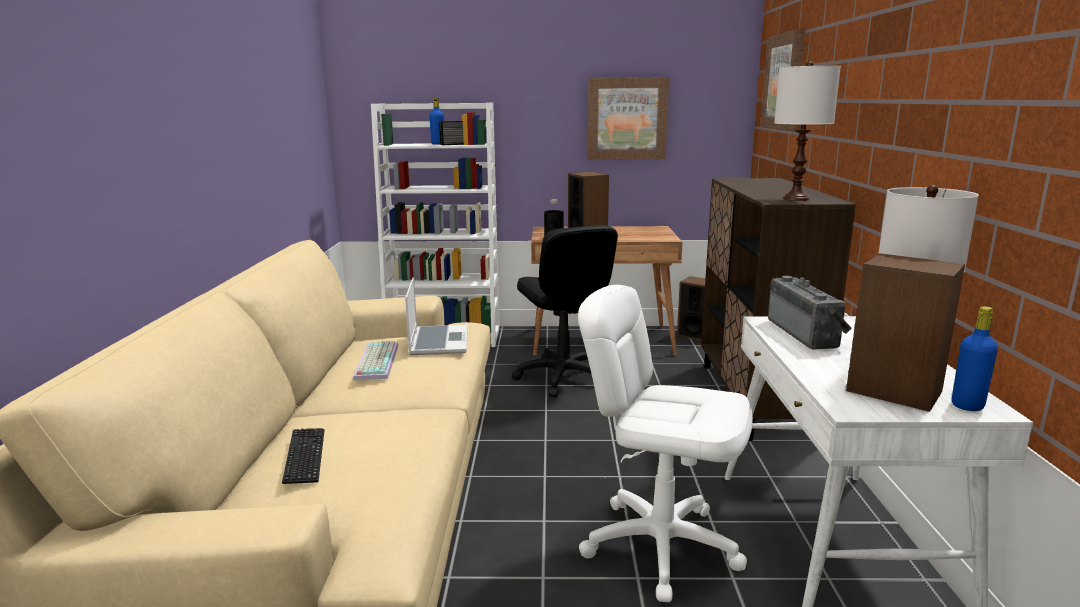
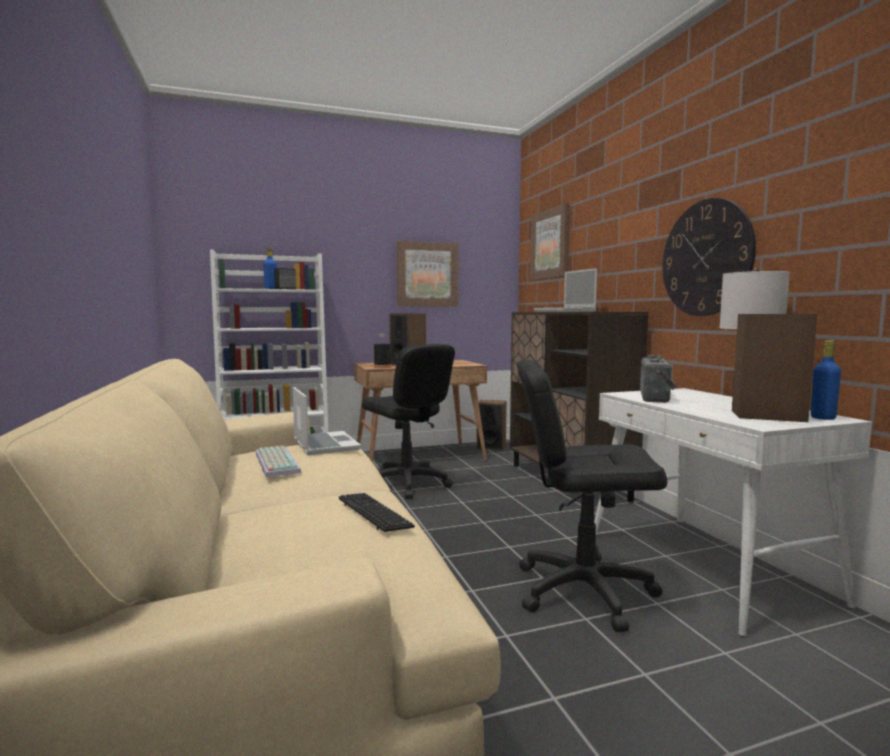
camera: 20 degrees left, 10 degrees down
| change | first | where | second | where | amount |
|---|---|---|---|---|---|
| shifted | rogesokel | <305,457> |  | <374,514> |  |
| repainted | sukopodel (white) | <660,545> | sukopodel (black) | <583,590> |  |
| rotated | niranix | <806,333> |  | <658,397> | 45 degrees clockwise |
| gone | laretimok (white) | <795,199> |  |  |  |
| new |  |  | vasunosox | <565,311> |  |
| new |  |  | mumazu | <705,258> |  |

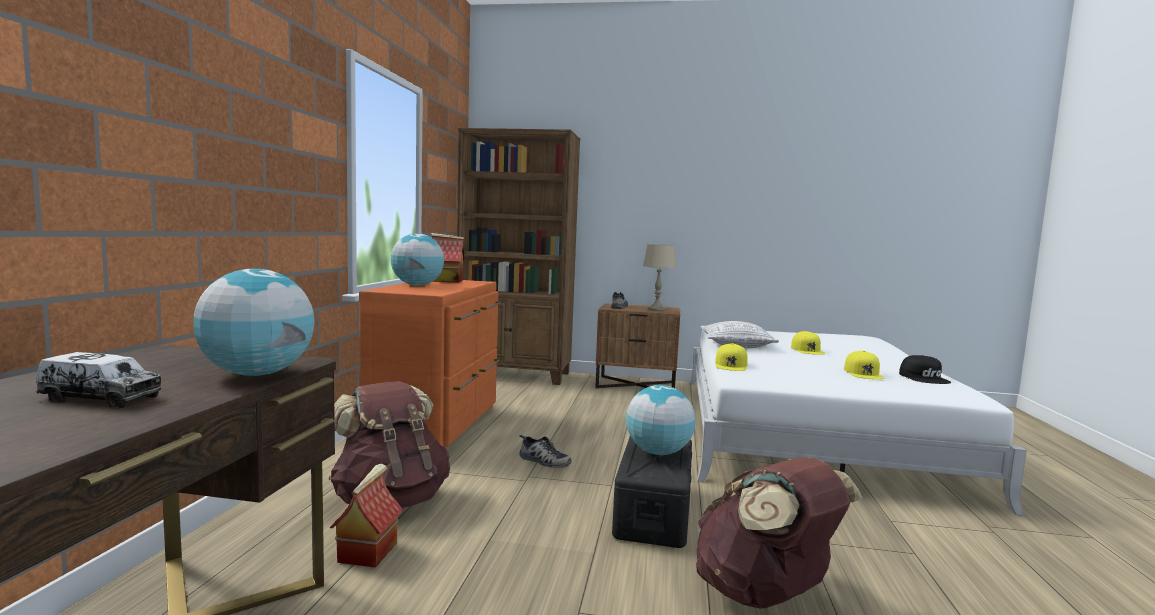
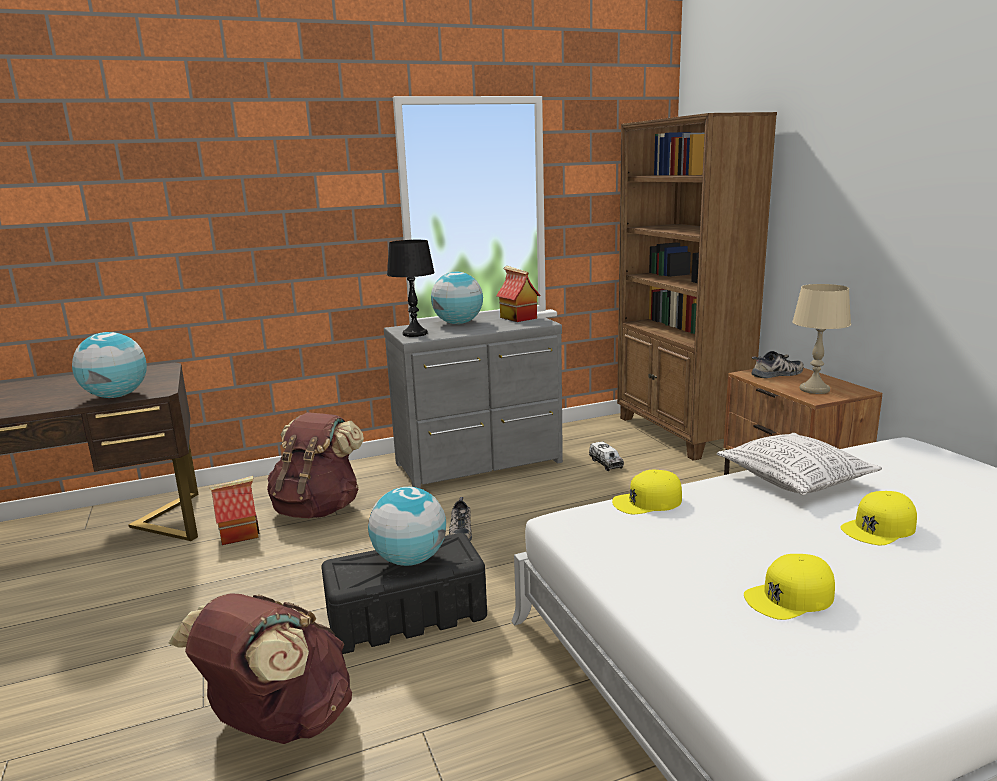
camera: 60 degrees right, 10 degrees up
| change | first | where | second | where | amount |
|---|---|---|---|---|---|
| shifted | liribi | <101,398> |  | <606,463> |  |
| repainted | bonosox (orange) | <439,425> | bonosox (grey) | <481,464> |  |
| gone | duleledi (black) | <924,378> |  |  |  |
| new |  |  | laretimok (black) | <414,334> |  |

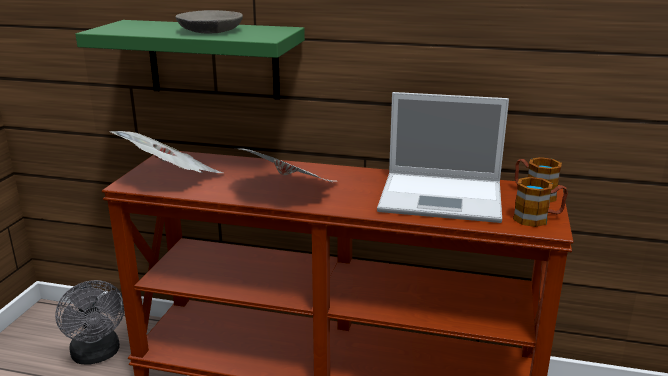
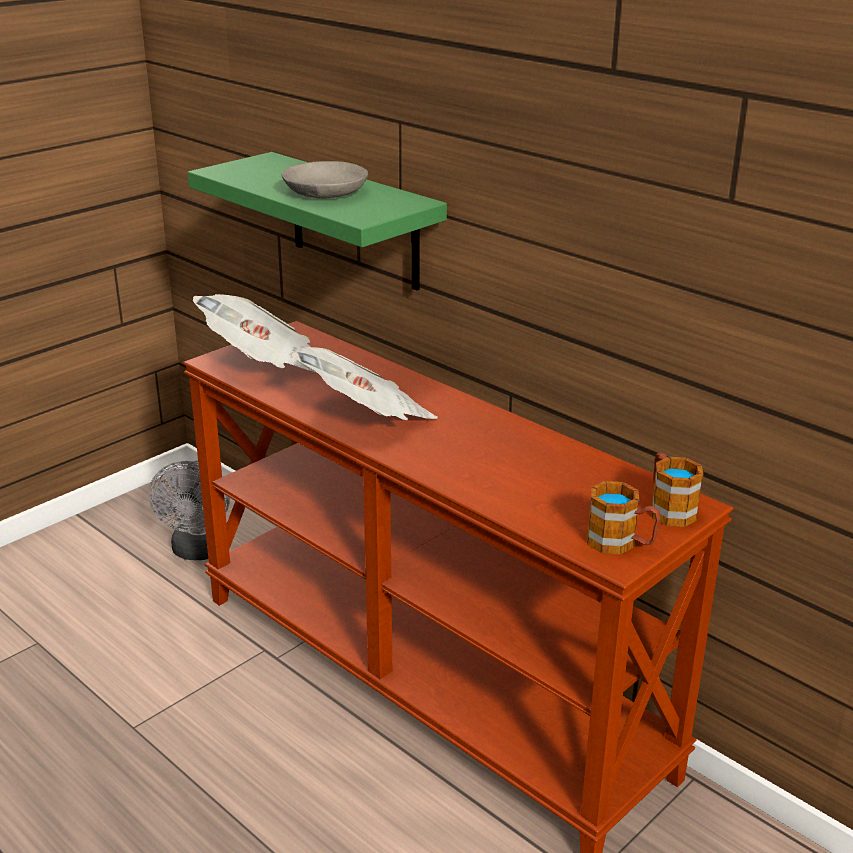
camera: 30 degrees right, 5 degrees up
| change | first | where | second | where | amount |
|---|---|---|---|---|---|
| gone | vasunosox | <443,197> |  |  |  |

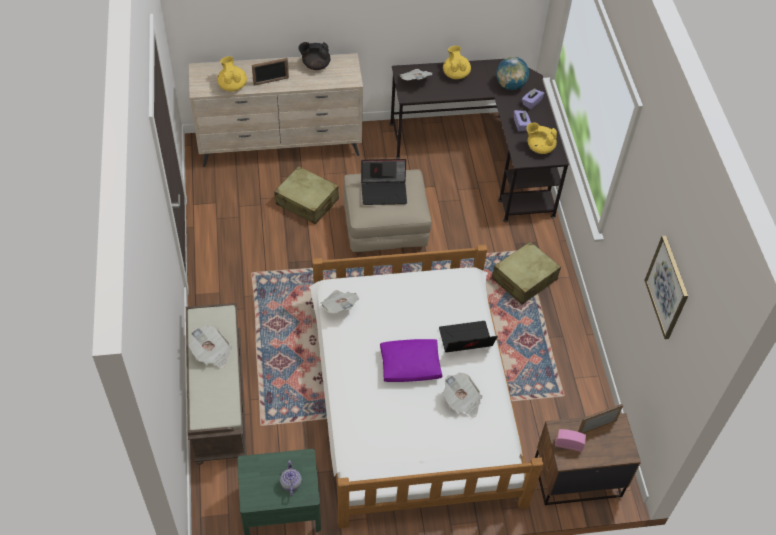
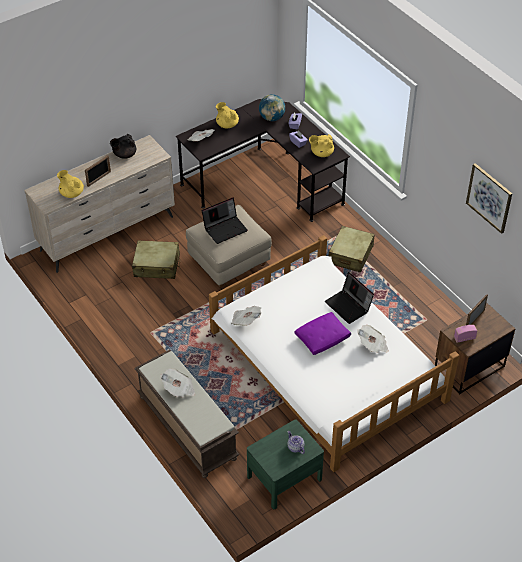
camera: 25 degrees left, 5 degrees down
| change | first | where | second | where | amount |
|---|---|---|---|---|---|
| rotated | vasunosox | <465,341> |  | <349,306> | 90 degrees counterclockwise |

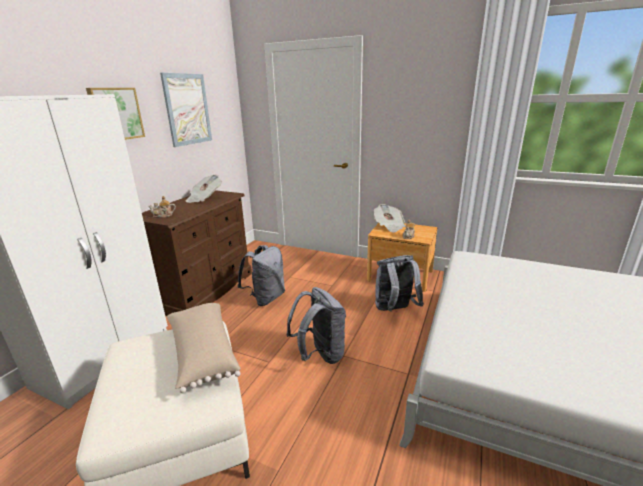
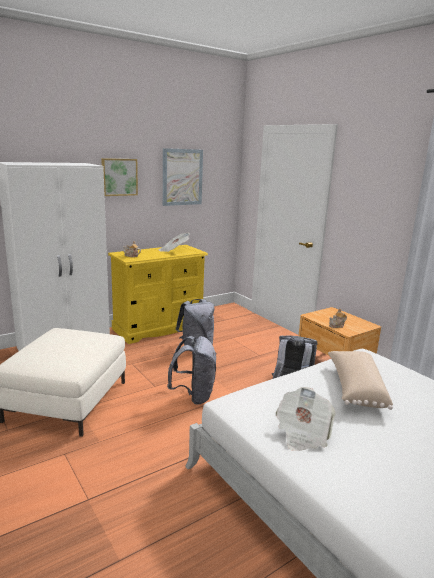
camera: 30 degrees right, 5 degrees down
| change | first | where | second | where | amount |
|---|---|---|---|---|---|
| repainted | bonosox (brown) | <205,290> | bonosox (yellow) | <159,327> |  |
| shifted | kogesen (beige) | <202,353> |  | <355,388> |  |
| shifted | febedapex | <389,226> |  | <302,433> |  |

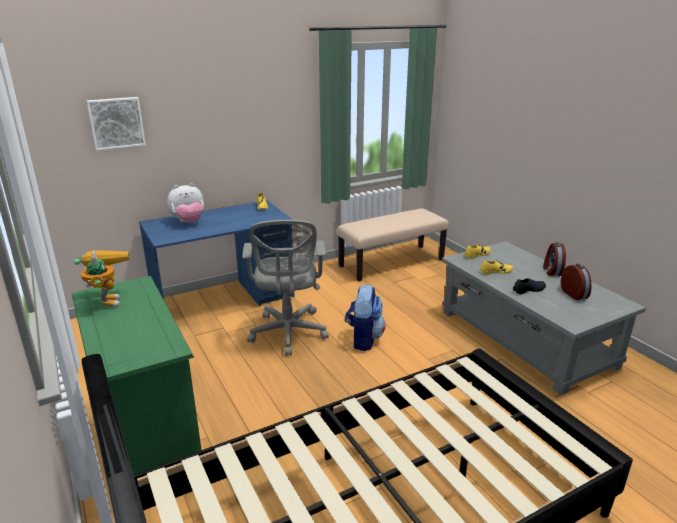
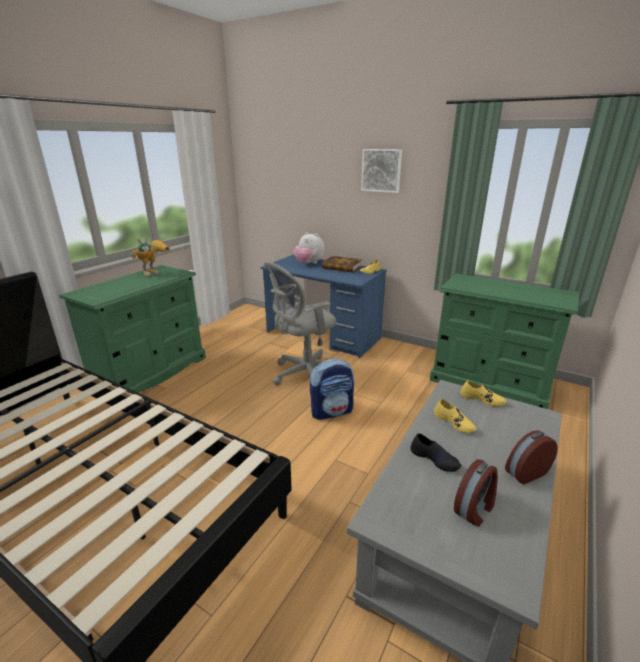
camera: 60 degrees right, 0 degrees up
| change | first | where | second | where | amount |
|---|---|---|---|---|---|
| shifted | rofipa | <116,123> |  | <381,170> |  |
| swapped | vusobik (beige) | <391,263> | bonosox (green) | <489,383> |  |
| new |  |  | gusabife | <341,267> |  |

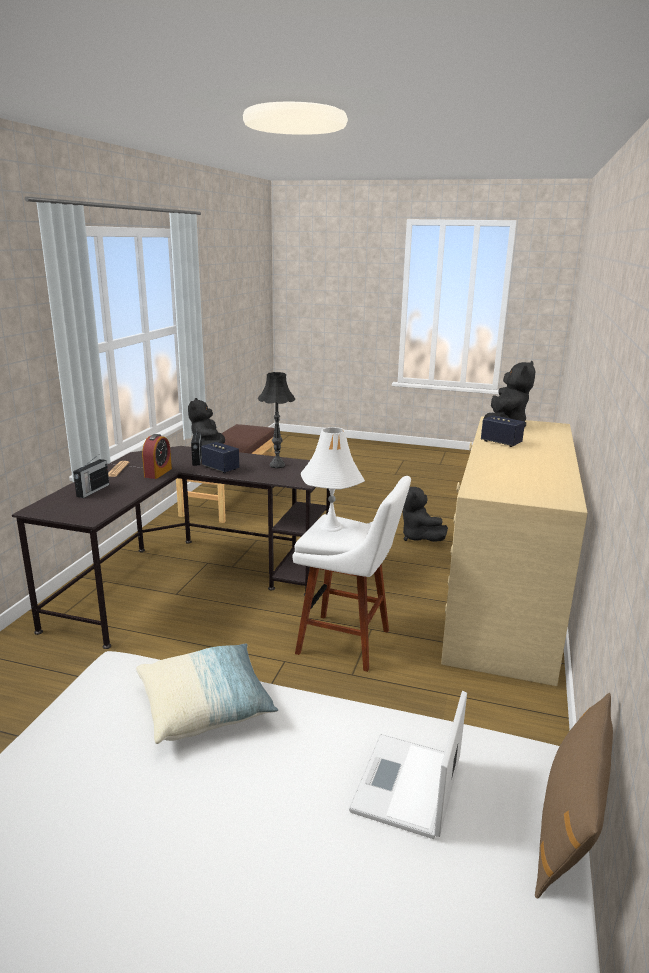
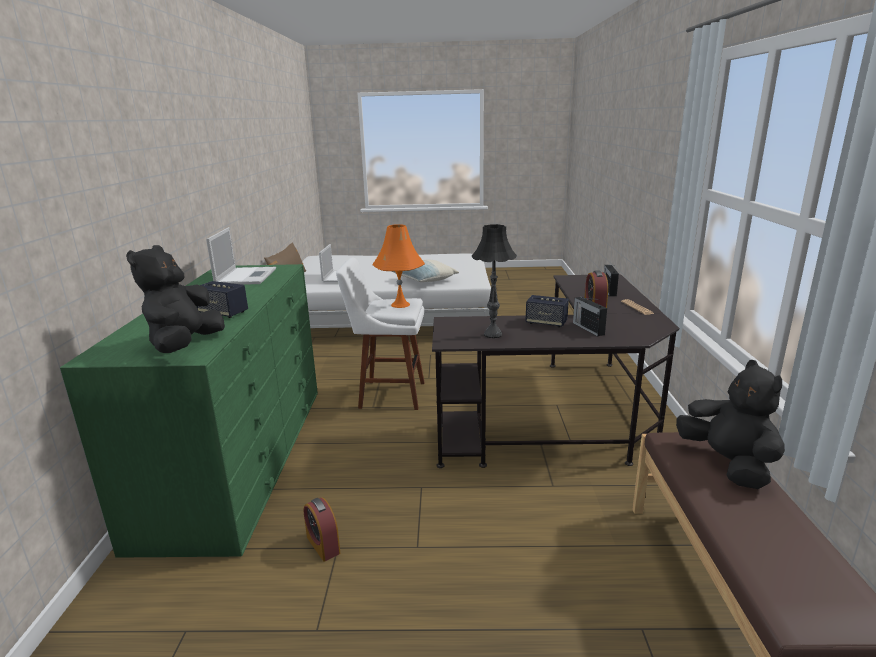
camera: 165 degrees right, 0 degrees up
| change | first | where | second | where | amount |
|---|---|---|---|---|---|
| repainted | laretimok (white) | <331,526> | laretimok (orange) | <400,304> |  |
| swapped | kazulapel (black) | <419,537> | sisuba | <323,545> |  |
| repainted | bonosox (beige) | <503,599> | bonosox (green) | <239,457> |  |
| new |  |  | vasunosox | <246,276> |  |

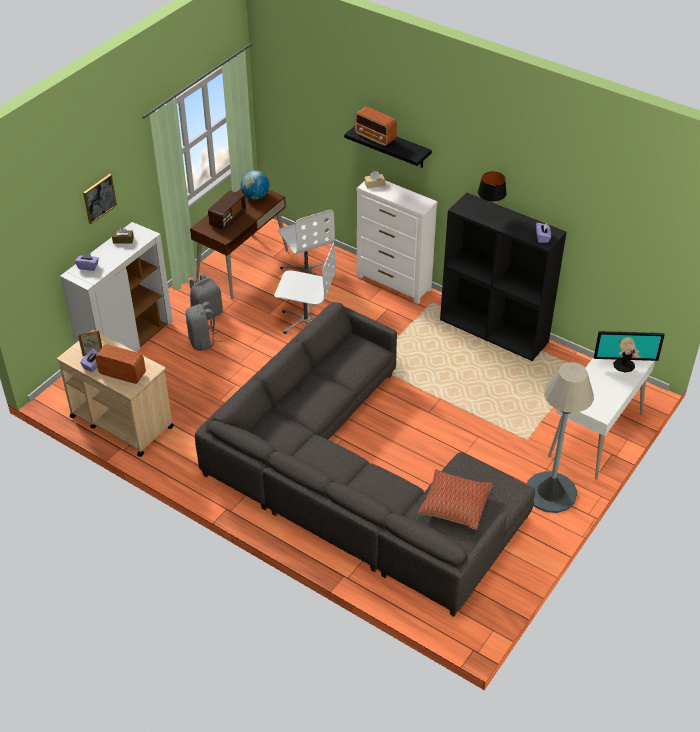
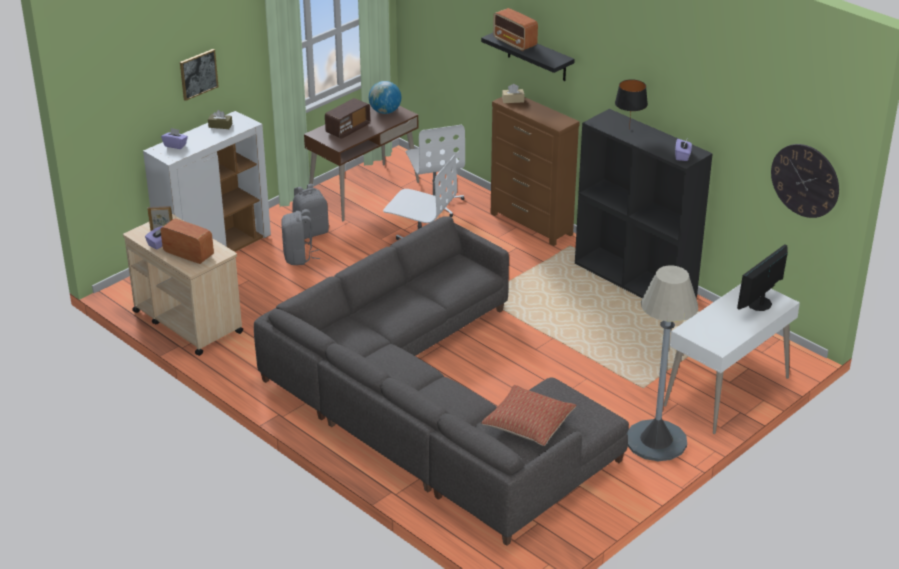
camera: 10 degrees right, 10 degrees down
| change | first | where | second | where | amount |
|---|---|---|---|---|---|
| repainted | bonosox (white) | <394,283> | bonosox (brown) | <531,224> |  |
| rotated | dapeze | <624,365> |  | <760,304> | 120 degrees clockwise |
| new |  |  | mumazu | <805,180> |  |

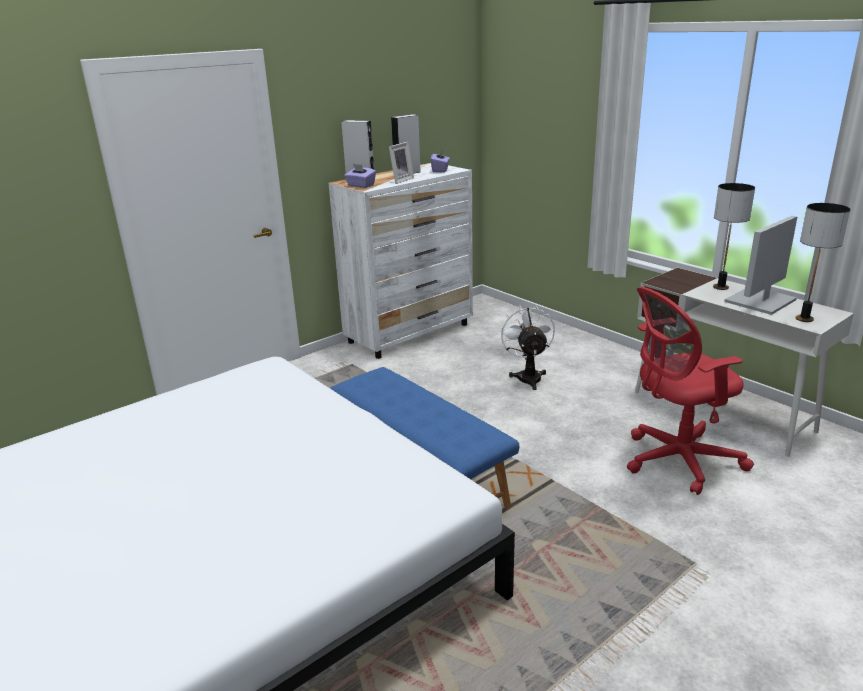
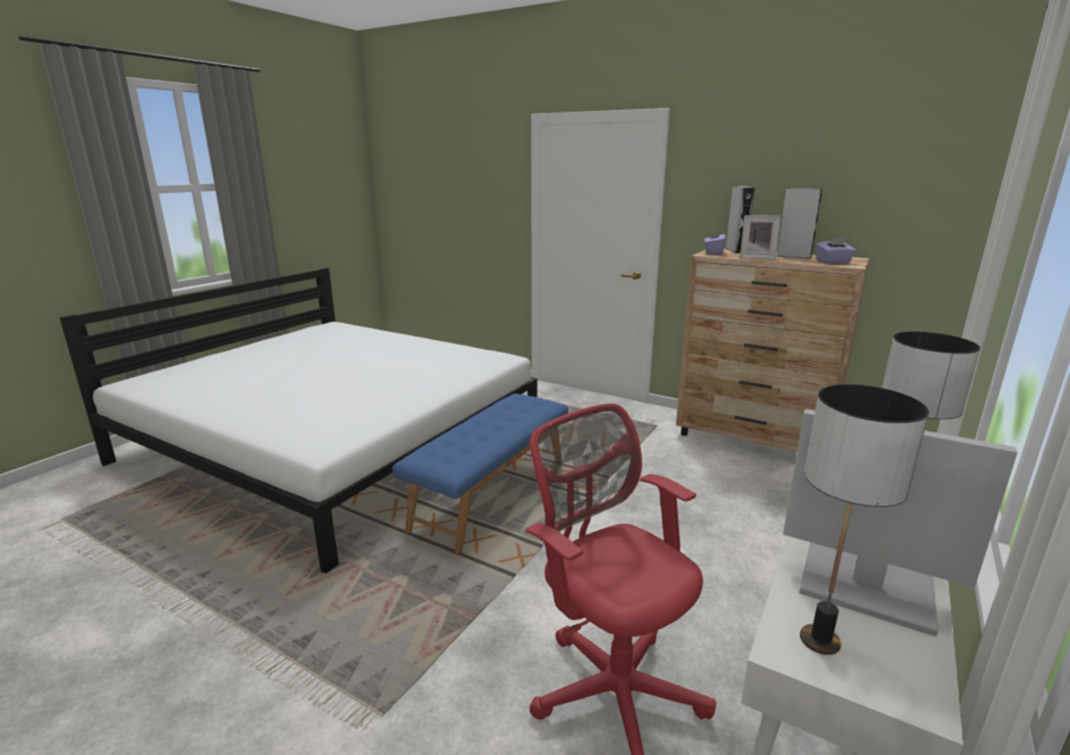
camera: 70 degrees right, 5 degrees down
| change | first | where | second | where | amount |
|---|---|---|---|---|---|
| repainted | bonosox (white) | <410,333> | bonosox (brown) | <754,439> |  |
| gone | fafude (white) | <528,376> |  |  |  |

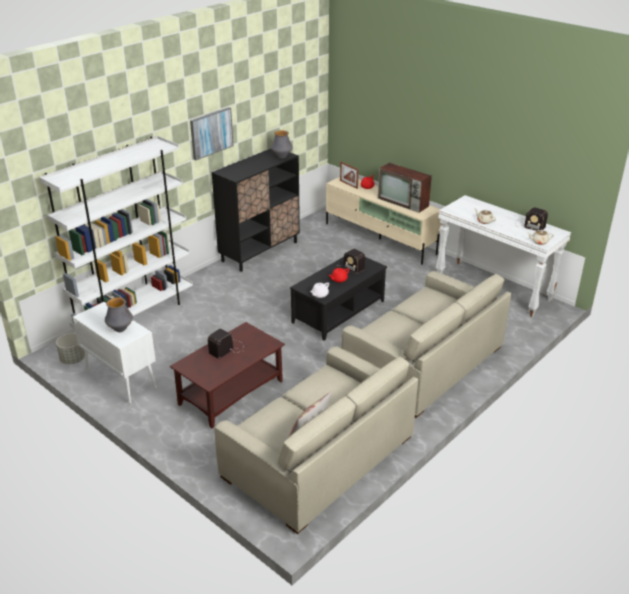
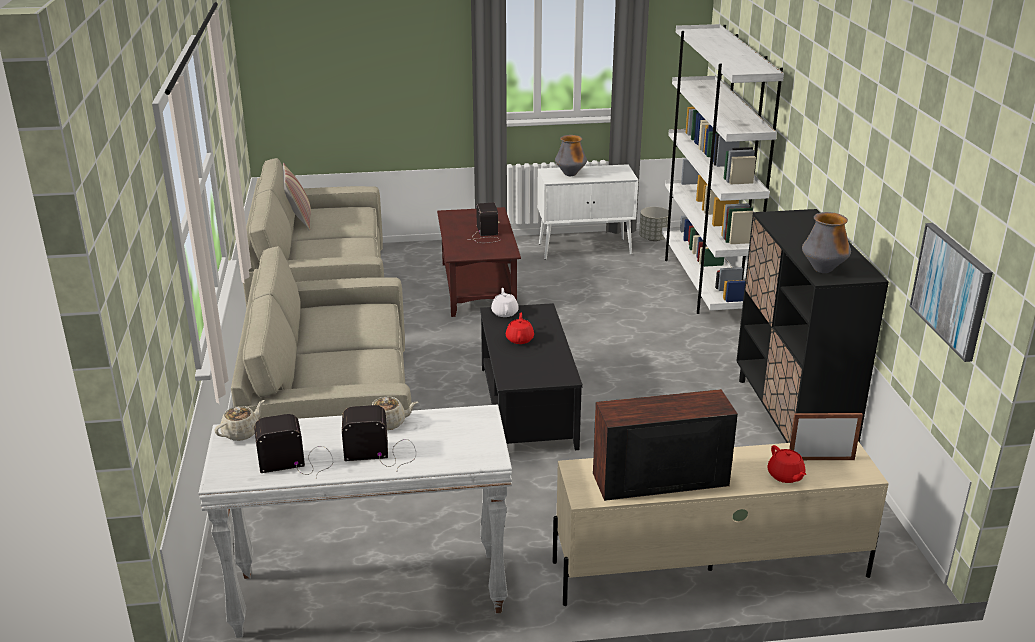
camera: 130 degrees right, 5 degrees down
| change | first | where | second | where | amount |
|---|---|---|---|---|---|
| shifted | rofipa | <211,133> |  | <952,290> |  |
| shifted | niranix | <350,265> |  | <382,452> |  |

